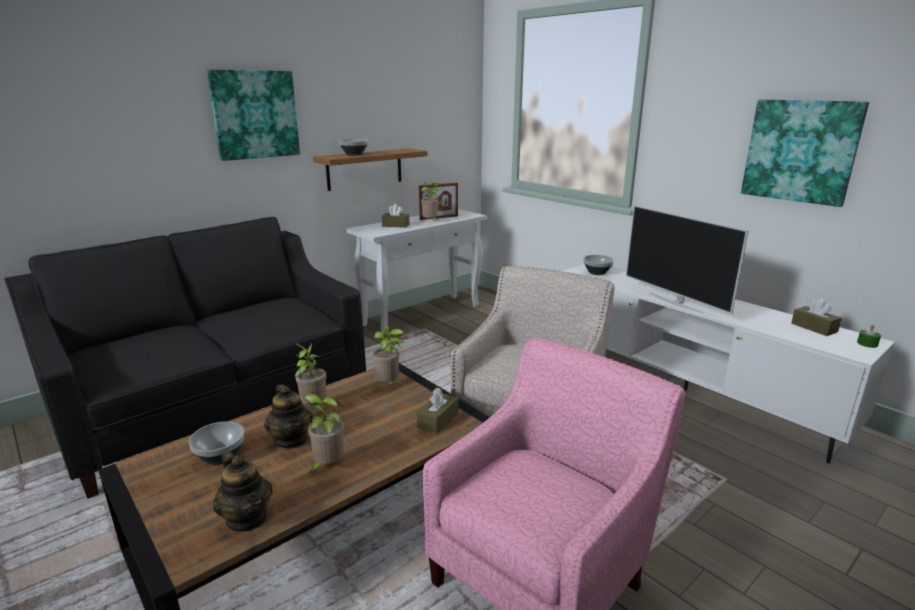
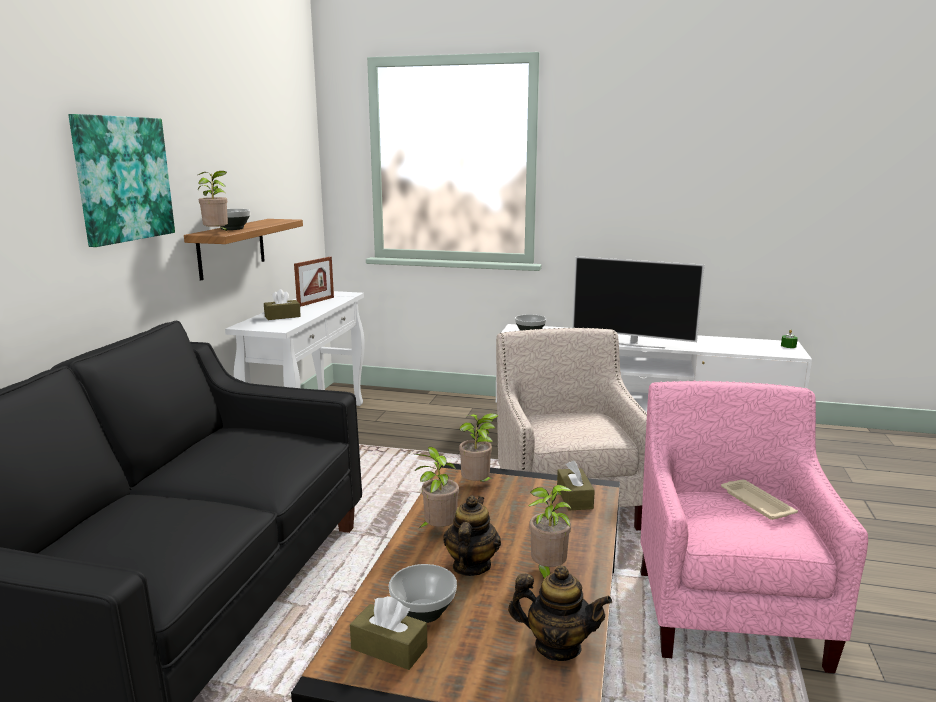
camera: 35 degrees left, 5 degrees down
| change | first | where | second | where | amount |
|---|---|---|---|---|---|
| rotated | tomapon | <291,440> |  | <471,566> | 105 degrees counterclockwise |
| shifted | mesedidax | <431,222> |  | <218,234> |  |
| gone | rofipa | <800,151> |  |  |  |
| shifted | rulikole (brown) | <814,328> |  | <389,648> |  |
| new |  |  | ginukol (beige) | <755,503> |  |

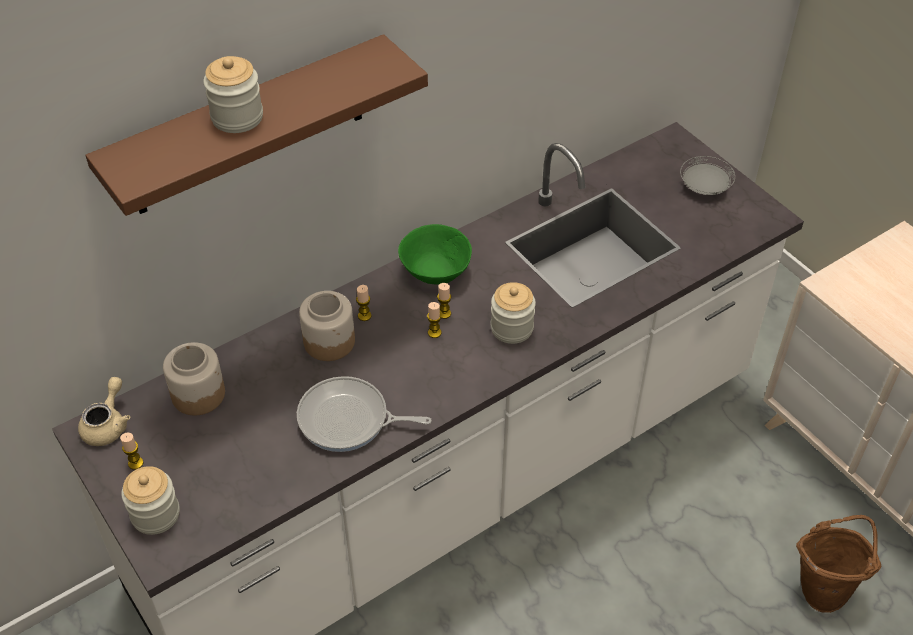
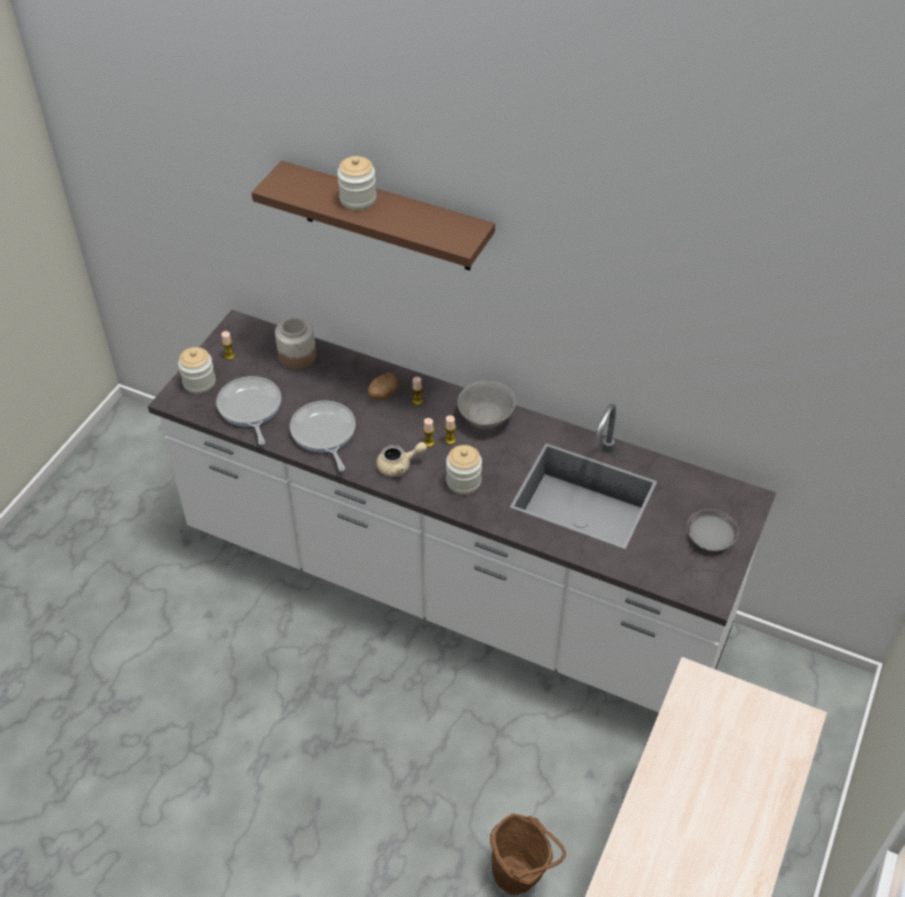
camera: 60 degrees right, 0 degrees up
| change | first | where | second | where | amount |
|---|---|---|---|---|---|
| shifted | tomapon (beige) | <108,424> |  | <399,466> |  |
| swapped | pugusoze | <329,341> | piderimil | <382,394> |  |
| repainted | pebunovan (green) | <434,271> | pebunovan (grey) | <485,418> |  |
| new |  |  | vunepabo | <250,408> |  |

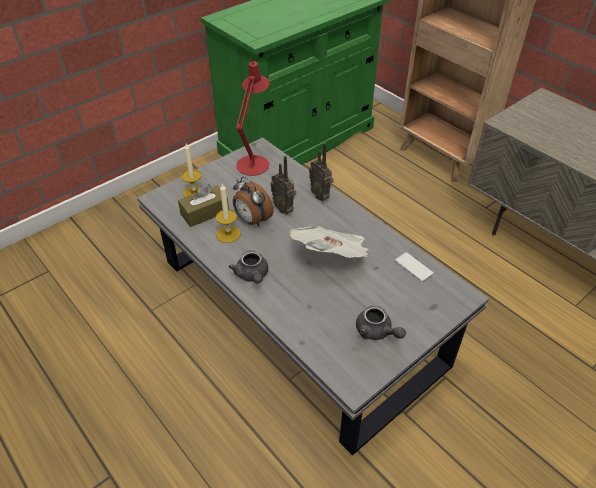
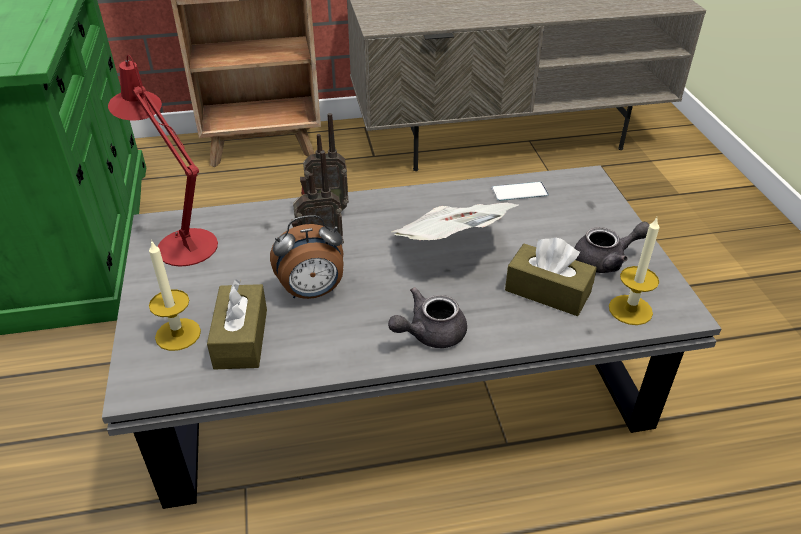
camera: 60 degrees left, 5 degrees down
| change | first | where | second | where | amount |
|---|---|---|---|---|---|
| shifted | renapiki | <228,234> |  | <630,310> |  |
| rotated | tomapon (grey) | <252,275> |  | <429,334> | 135 degrees clockwise |
| new |  |  | rulikole (brown) | <547,291> |  |

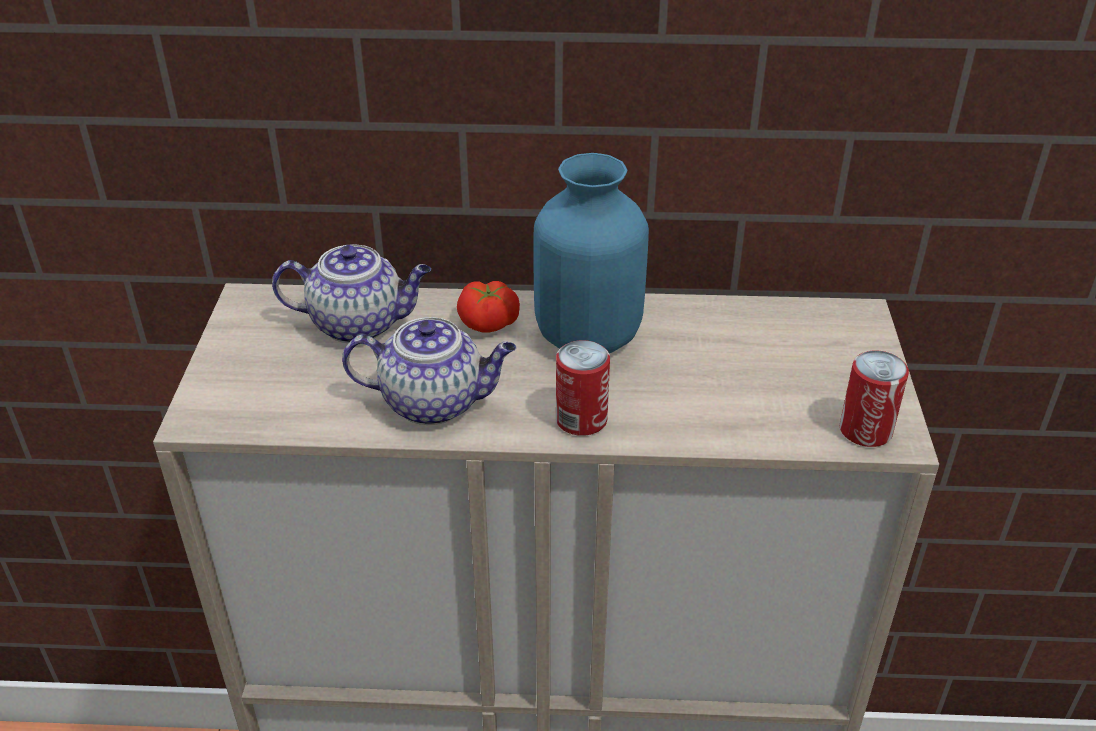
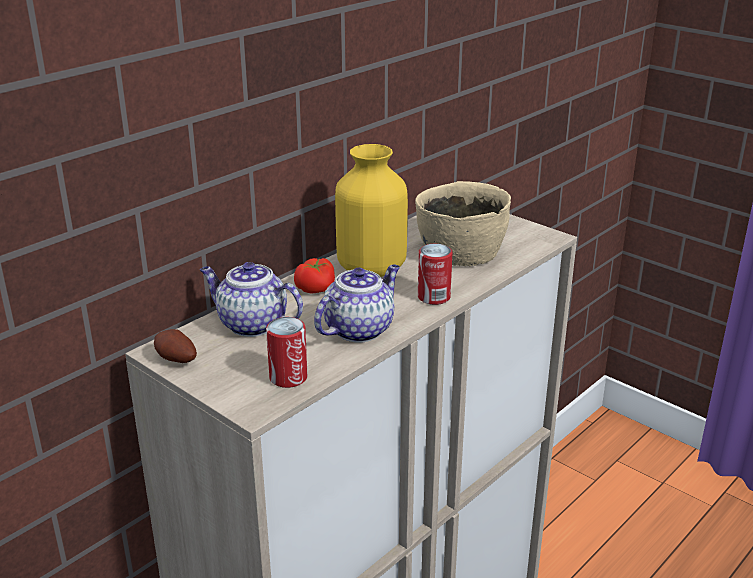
camera: 50 degrees left, 10 degrees down
| change | first | where | second | where | amount |
|---|---|---|---|---|---|
| rotated | tomapon | <360,324> |  | <251,324> | 105 degrees counterclockwise |
| repainted | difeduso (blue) | <587,335> | difeduso (yellow) | <370,268> |  |
| shifted | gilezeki | <865,430> |  | <288,377> |  |
| new |  |  | piderimil | <175,360> |  |
| new |  |  | pebunovan (beige) | <459,251> |  |

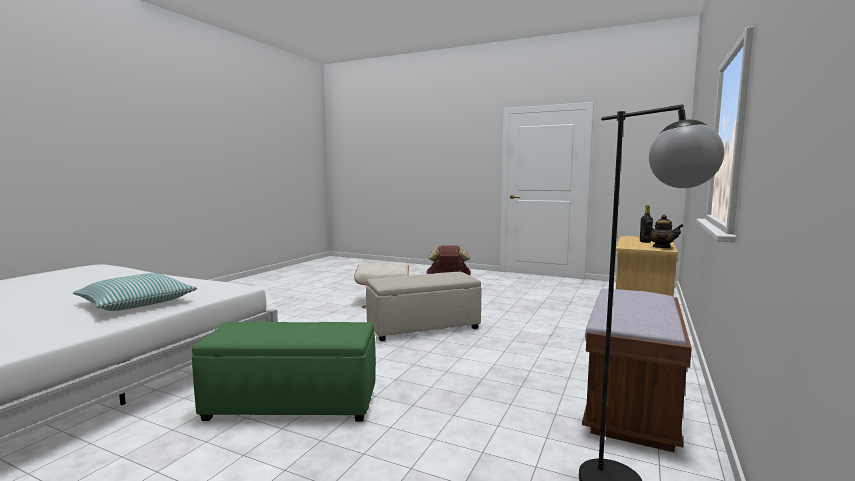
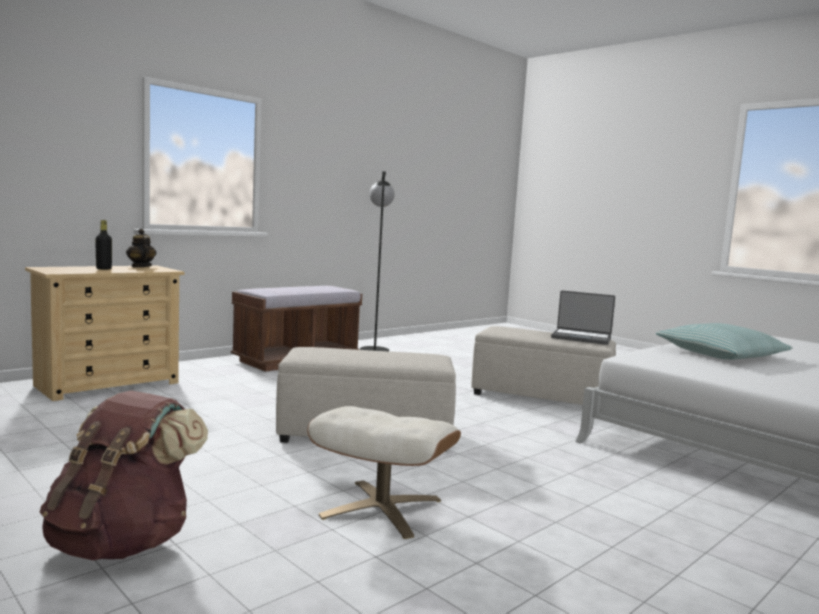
camera: 160 degrees left, 0 degrees up
| change | first | where | second | where | amount |
|---|---|---|---|---|---|
| repainted | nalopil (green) | <291,404> | nalopil (beige) | <542,397> |  |
| new |  |  | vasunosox | <581,338> |  |

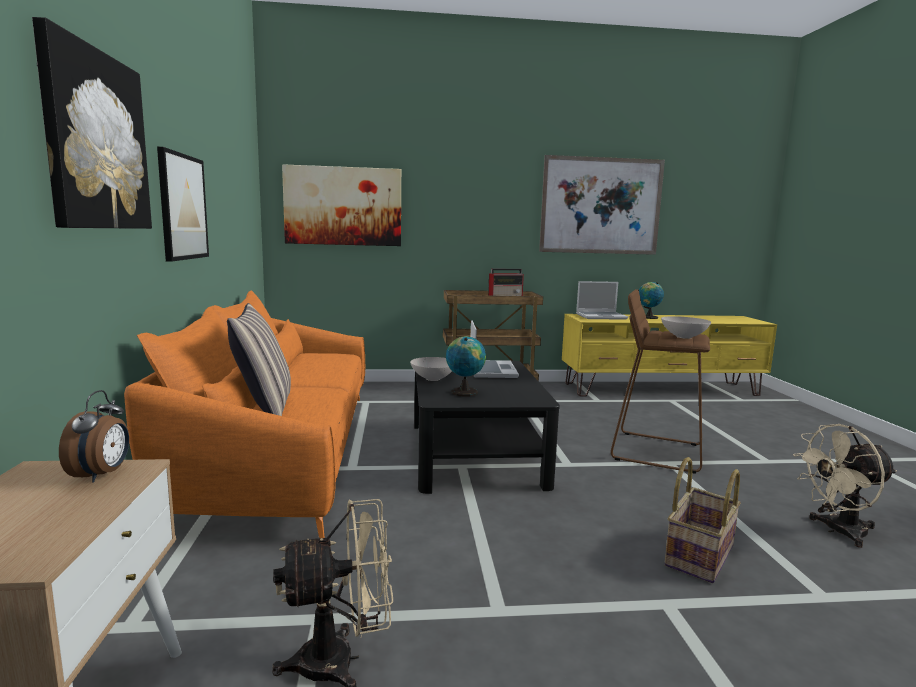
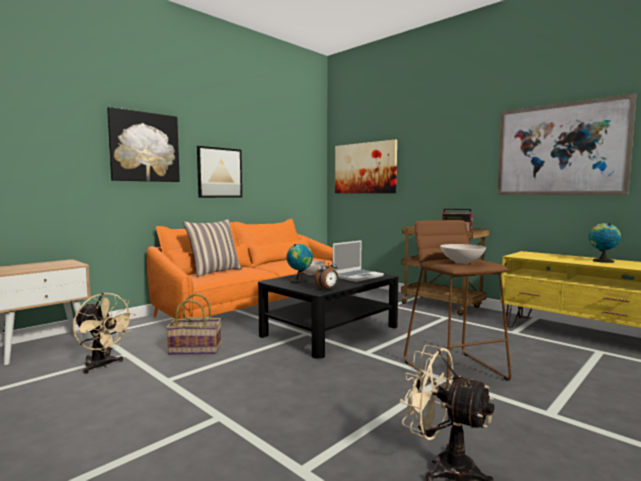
camera: 50 degrees right, 5 degrees down
| change | first | where | second | where | amount |
|---|---|---|---|---|---|
| shifted | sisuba | <102,475> |  | <327,289> |  |
| gone | vasunosox | <601,316> |  |  |  |
| shifted | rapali | <698,555> |  | <196,349> |  |

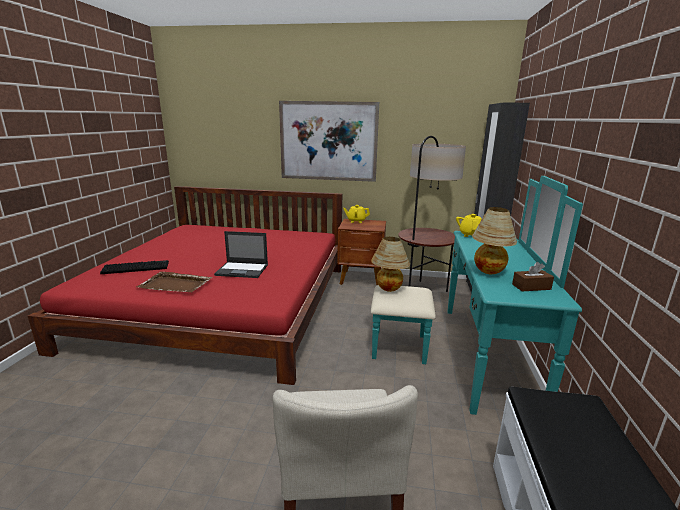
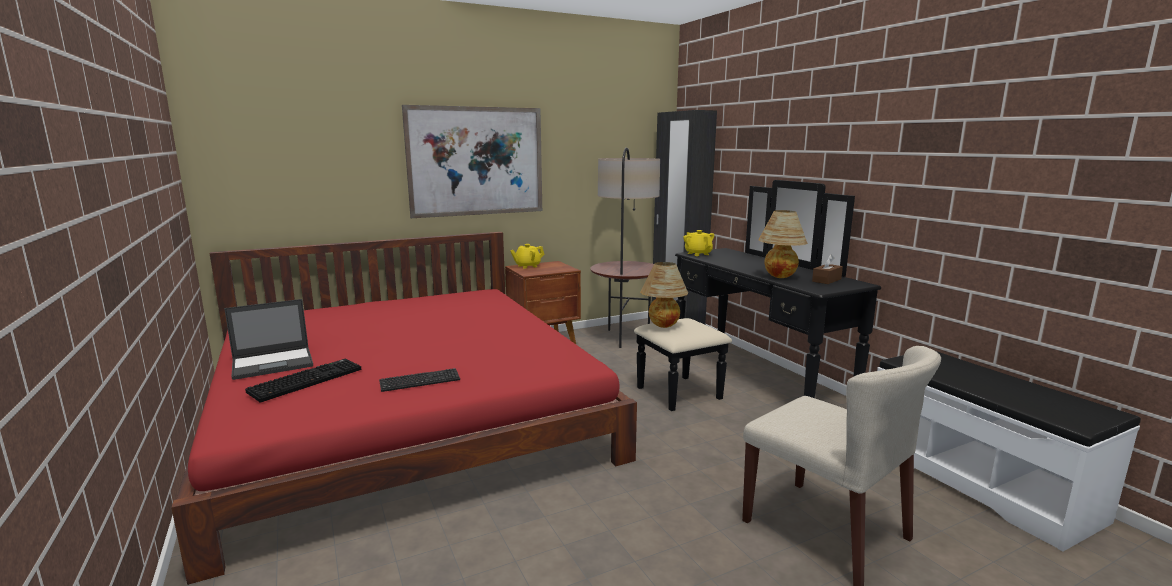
camera: 35 degrees left, 5 degrees down
| change | first | where | second | where | amount |
|---|---|---|---|---|---|
| swapped | ginukol (brown) | <176,285> | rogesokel | <420,381> |  |
| shifted | vasunosox | <242,270> |  | <274,363> |  |
| repainted | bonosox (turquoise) | <466,353> | bonosox (black) | <740,379> |  |

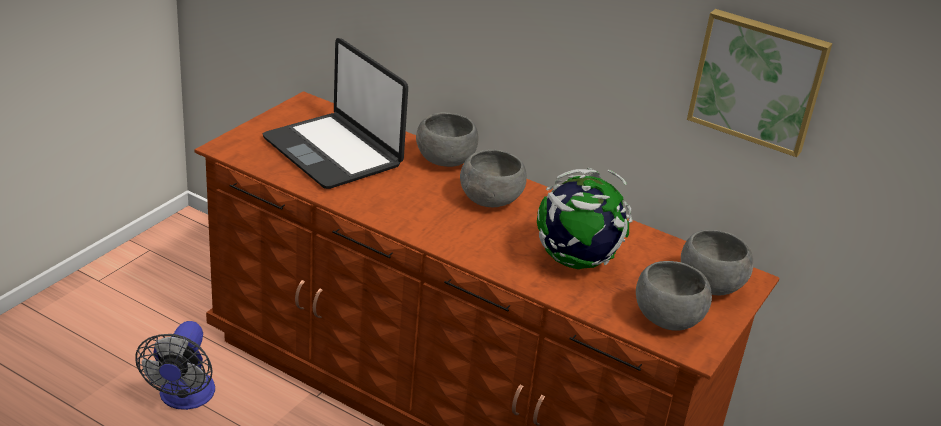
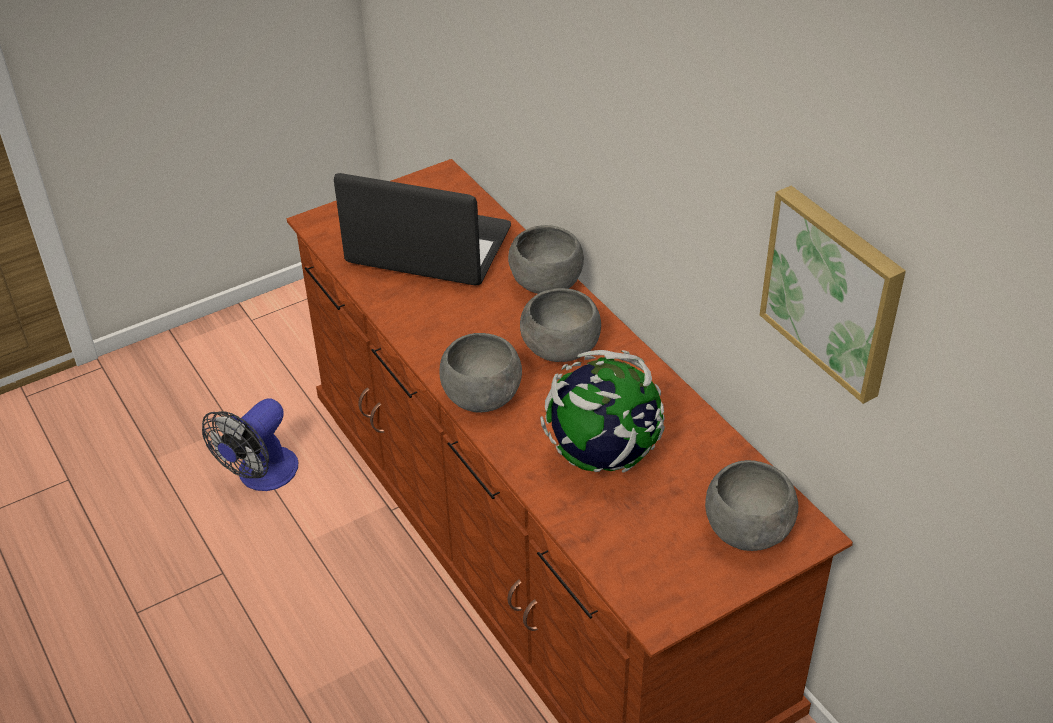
camera: 30 degrees right, 10 degrees up
| change | first | where | second | where | amount |
|---|---|---|---|---|---|
| rotated | vasunosox | <334,152> |  | <428,248> | 120 degrees clockwise |
| shifted | pebunovan (grey) | <667,319> |  | <482,397> |  |

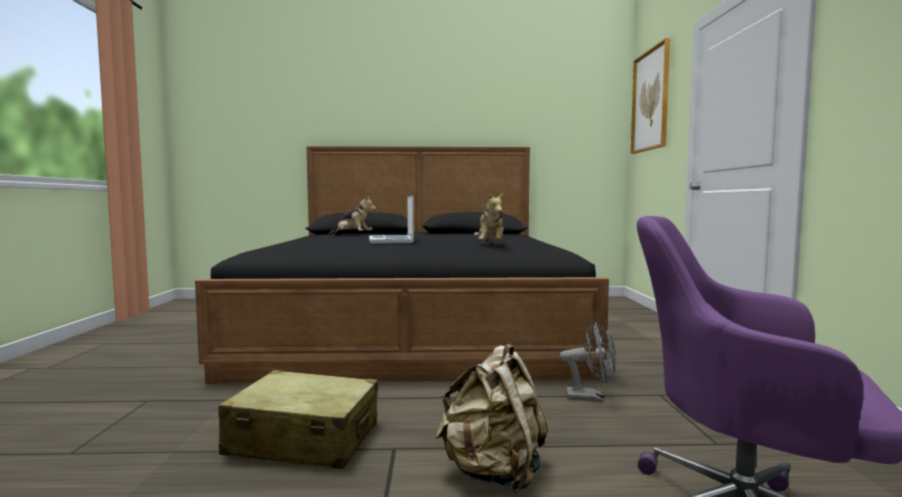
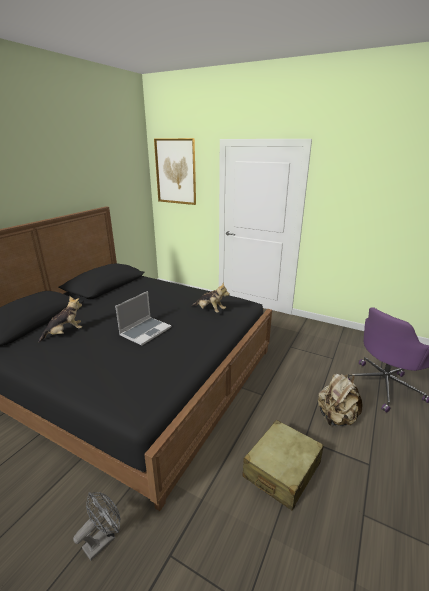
camera: 60 degrees left, 20 degrees up
| change | first | where | second | where | amount |
|---|---|---|---|---|---|
| rotated | vasunosox | <391,241> |  | <145,331> | 75 degrees counterclockwise |
| shifted | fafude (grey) | <591,397> |  | <103,539> |  |

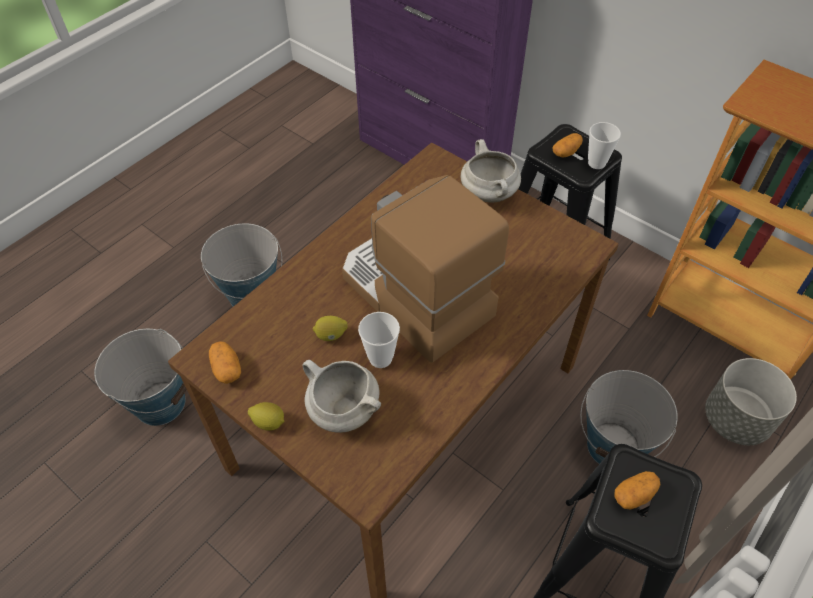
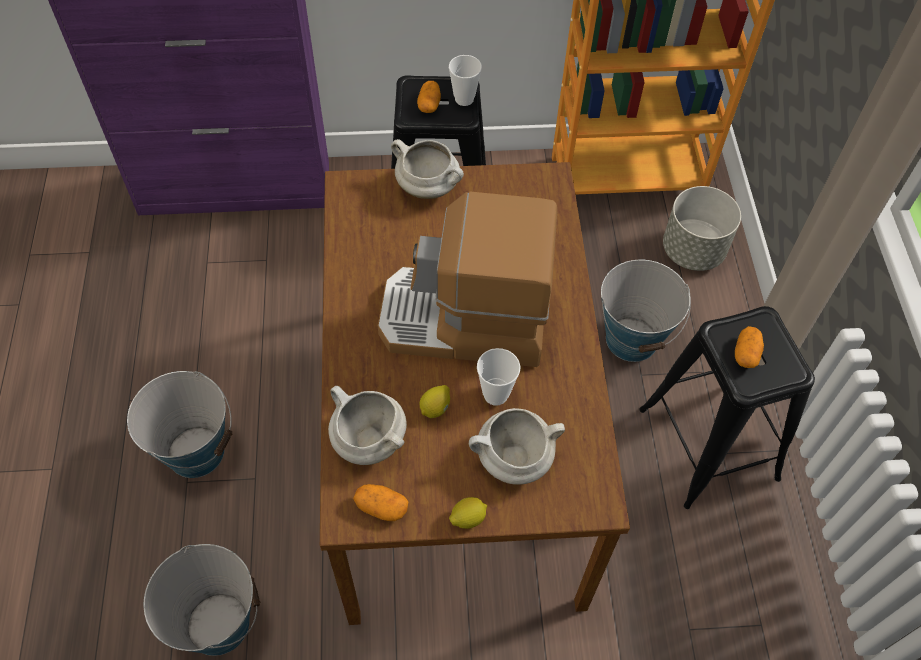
camera: 45 degrees left, 5 degrees up
| change | first | where | second | where | amount |
|---|---|---|---|---|---|
| new |  |  | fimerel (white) | <367,440> |  |

